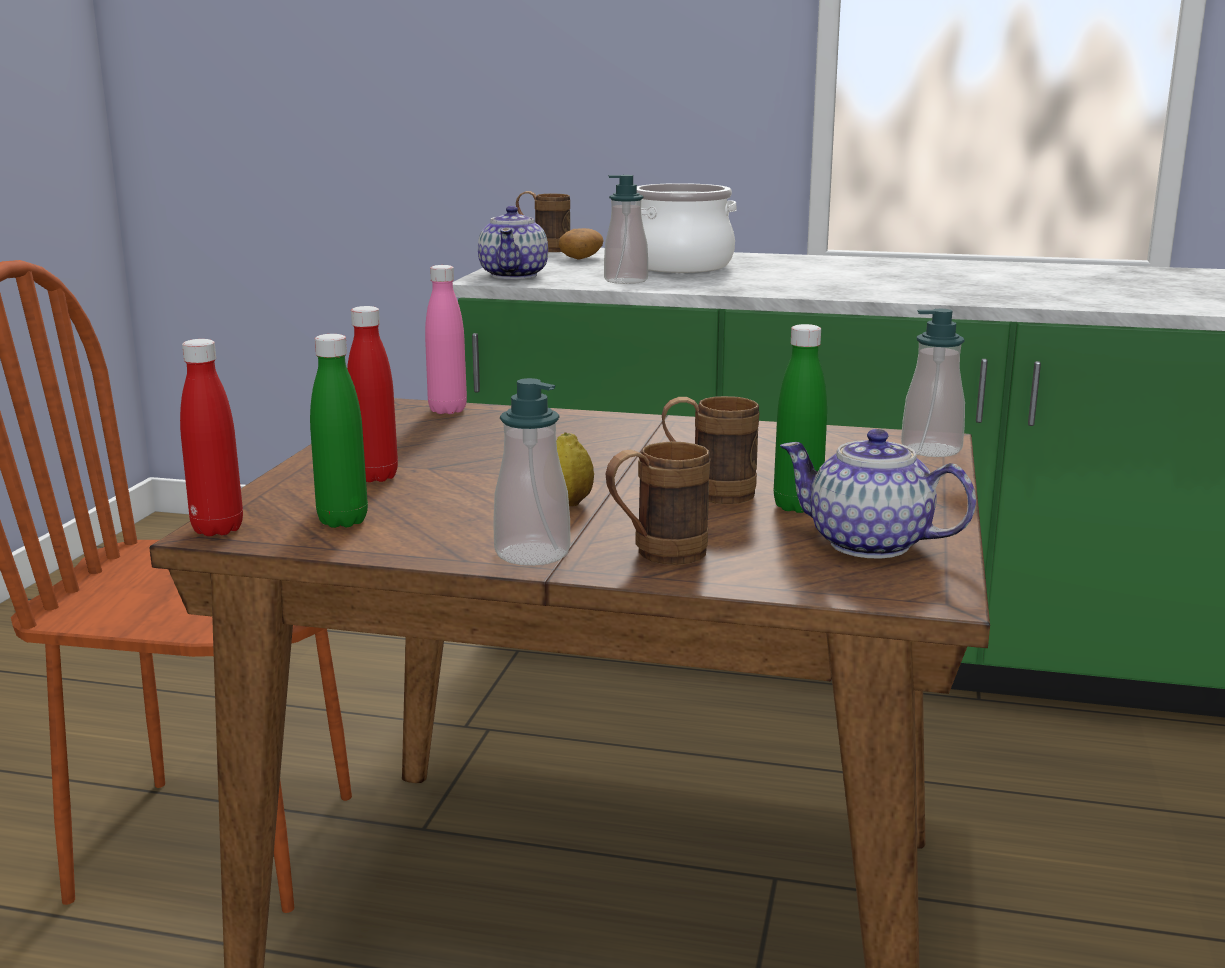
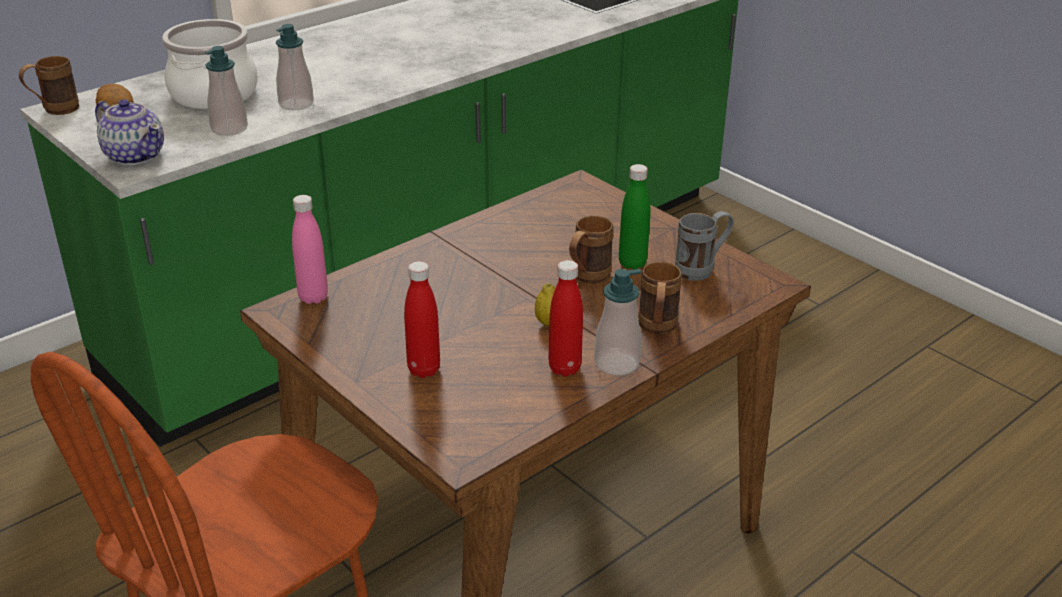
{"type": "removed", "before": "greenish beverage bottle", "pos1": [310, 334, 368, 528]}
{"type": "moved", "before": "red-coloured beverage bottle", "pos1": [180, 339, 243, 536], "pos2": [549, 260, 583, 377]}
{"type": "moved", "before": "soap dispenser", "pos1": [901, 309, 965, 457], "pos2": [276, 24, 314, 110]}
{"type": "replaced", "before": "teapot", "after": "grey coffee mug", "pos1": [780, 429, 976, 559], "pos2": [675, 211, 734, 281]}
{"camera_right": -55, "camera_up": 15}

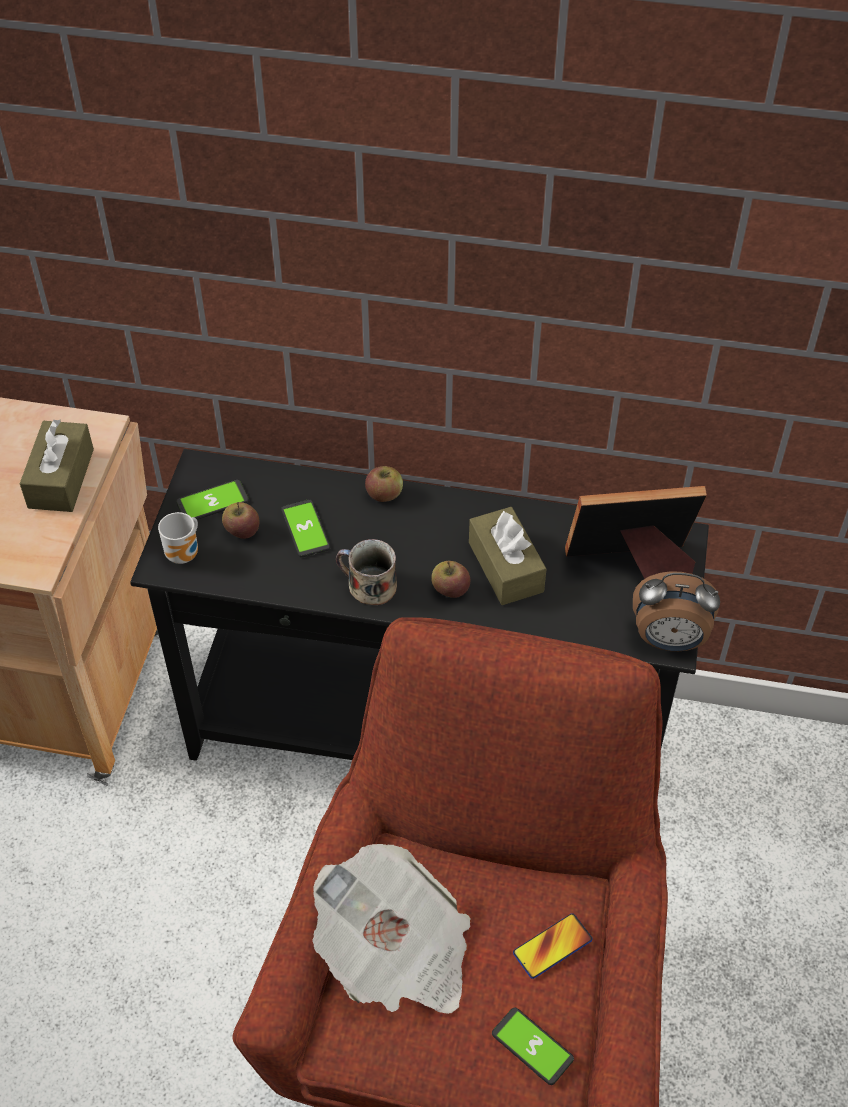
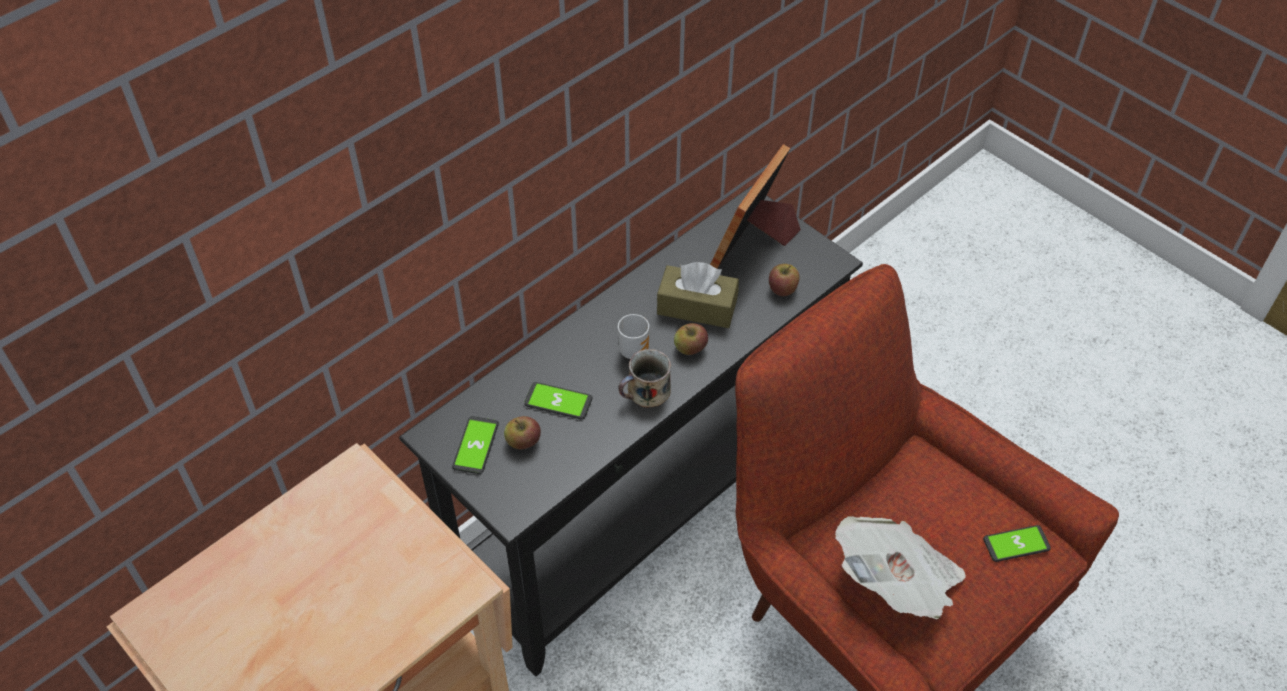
{"type": "removed", "before": "brown-coloured box of tissues", "pos1": [20, 419, 94, 512]}
{"type": "removed", "before": "handset", "pos1": [513, 913, 592, 979]}
{"type": "removed", "before": "alarm clock", "pos1": [633, 571, 720, 651]}
{"type": "moved", "before": "coffee mug", "pos1": [158, 512, 198, 564], "pos2": [618, 314, 649, 359]}
{"type": "moved", "before": "apple fruit", "pos1": [365, 466, 403, 502], "pos2": [769, 264, 800, 296]}
{"camera_right": -55, "camera_up": 0}

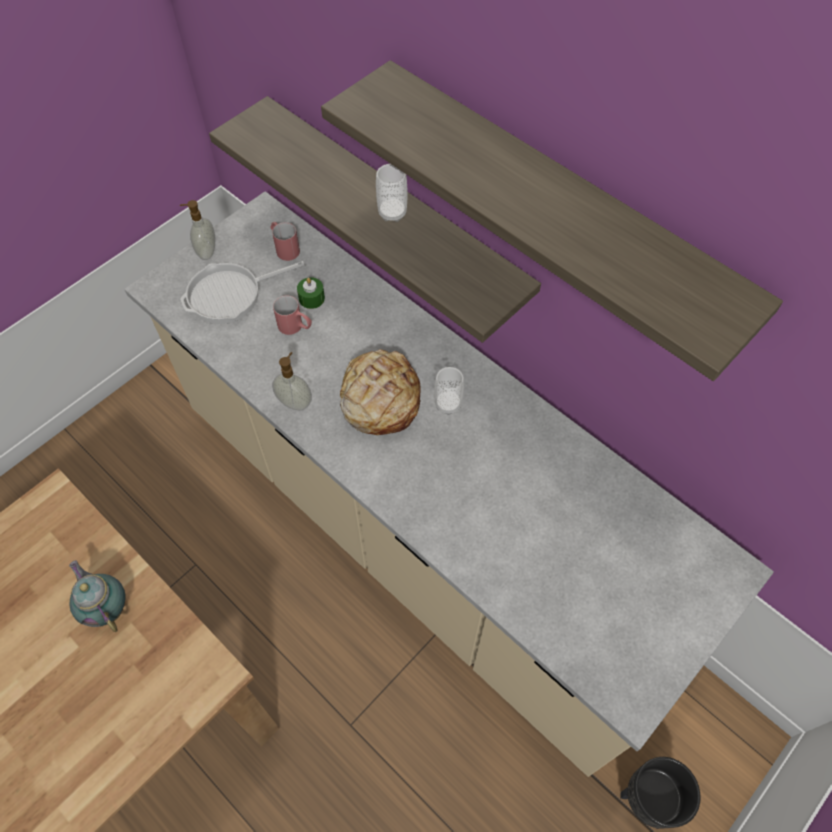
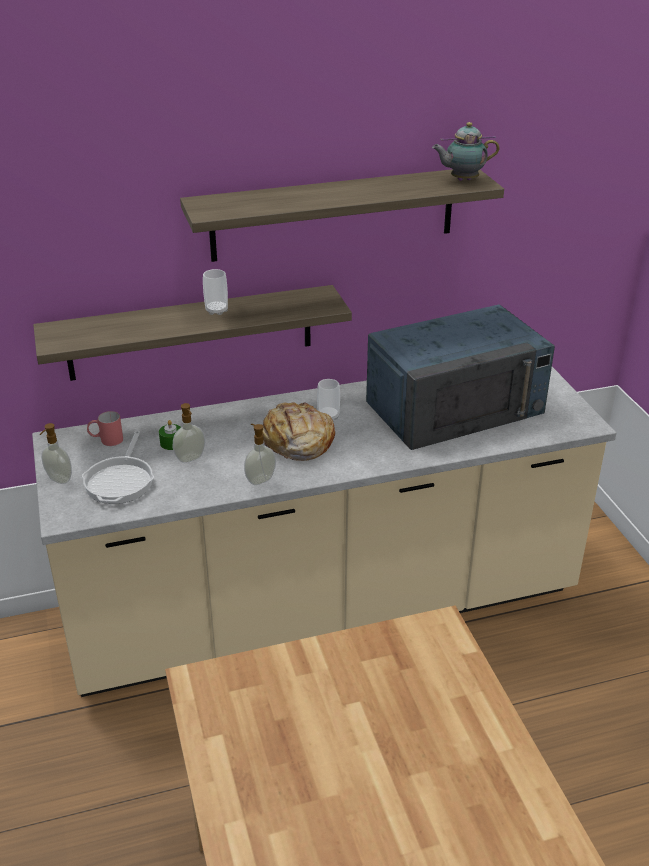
{"type": "removed", "before": "black planter", "pos1": [620, 757, 701, 829]}
{"type": "added", "after": "bluish microwave oven", "pos2": [366, 304, 555, 450]}
{"type": "moved", "before": "teapot", "pos1": [69, 560, 125, 632], "pos2": [432, 122, 499, 181]}
{"type": "replaced", "before": "red-coloured coffee mug", "after": "soap dispenser", "pos1": [273, 295, 312, 335], "pos2": [173, 403, 205, 463]}
{"camera_right": -60, "camera_up": -25}

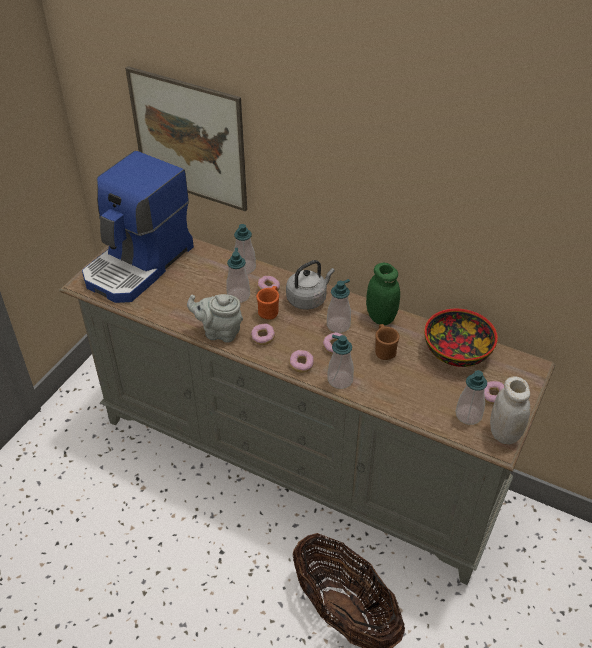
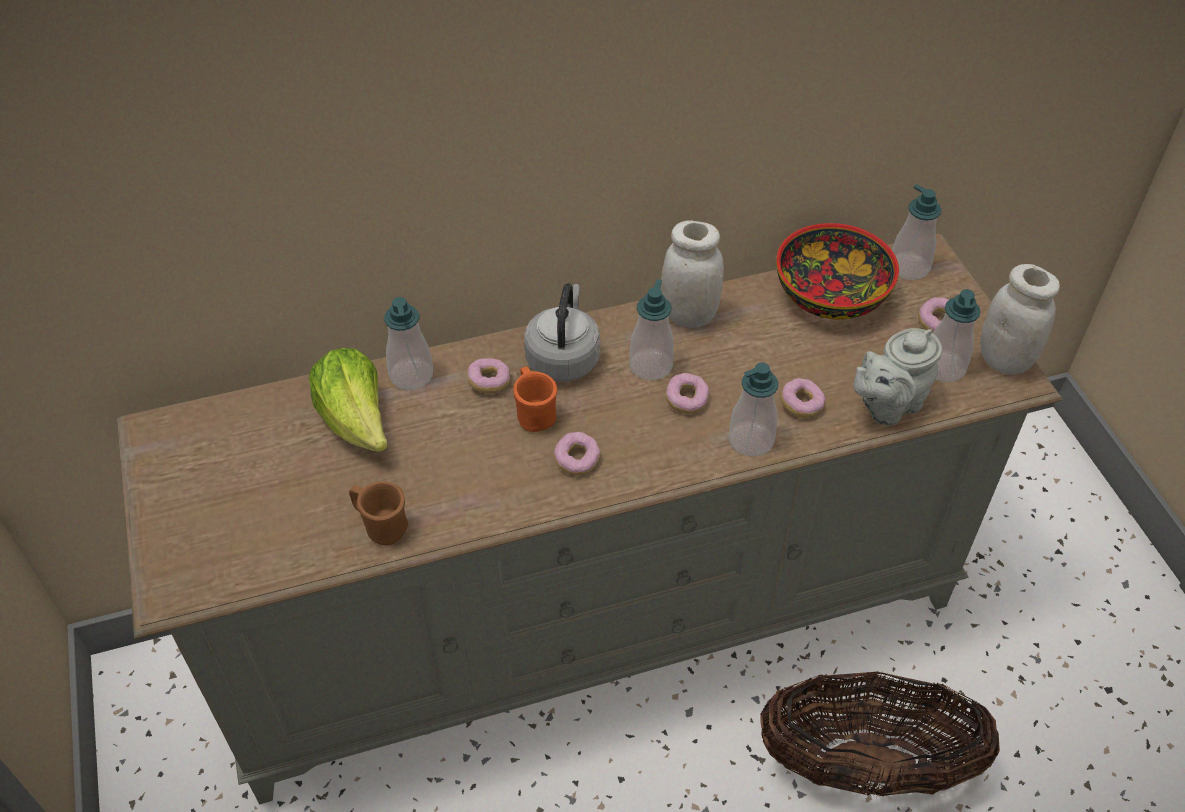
{"type": "removed", "before": "coffee machine", "pos1": [82, 151, 194, 303]}
{"type": "removed", "before": "picture", "pos1": [125, 66, 247, 211]}
{"type": "added", "after": "head of lettuce", "pos2": [309, 348, 388, 452]}
{"type": "moved", "before": "grey teapot", "pos1": [187, 294, 243, 343], "pos2": [853, 328, 942, 425]}
{"type": "moved", "before": "soap dispenser", "pos1": [226, 248, 250, 303], "pos2": [892, 184, 941, 280]}
{"type": "moved", "before": "ring doughnut", "pos1": [289, 350, 314, 373], "pos2": [780, 378, 825, 418]}
{"type": "moved", "before": "brown-coloured coffee mug", "pos1": [375, 324, 400, 360], "pos2": [349, 481, 408, 545]}
{"type": "recoloured", "before": "greenish storage jar", "after": "white-coloured storage jar", "pos1": [366, 263, 400, 325], "pos2": [661, 220, 724, 328]}
{"camera_right": -45, "camera_up": 5}

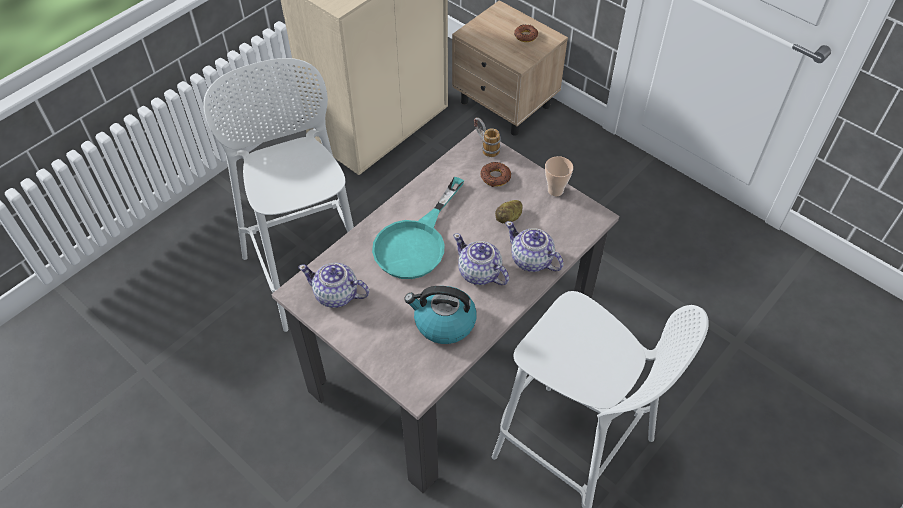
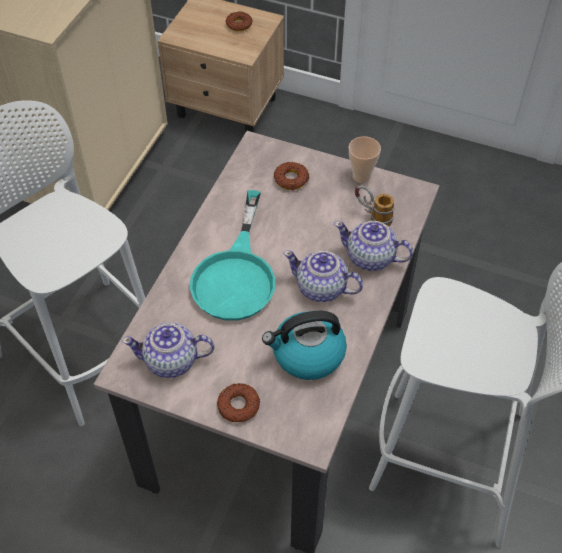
{"type": "removed", "before": "potato", "pos1": [495, 200, 522, 223]}
{"type": "added", "after": "ring doughnut", "pos2": [217, 383, 260, 422]}
{"type": "moved", "before": "coffee mug", "pos1": [474, 118, 501, 157], "pos2": [355, 185, 395, 226]}
{"camera_right": -20, "camera_up": 0}

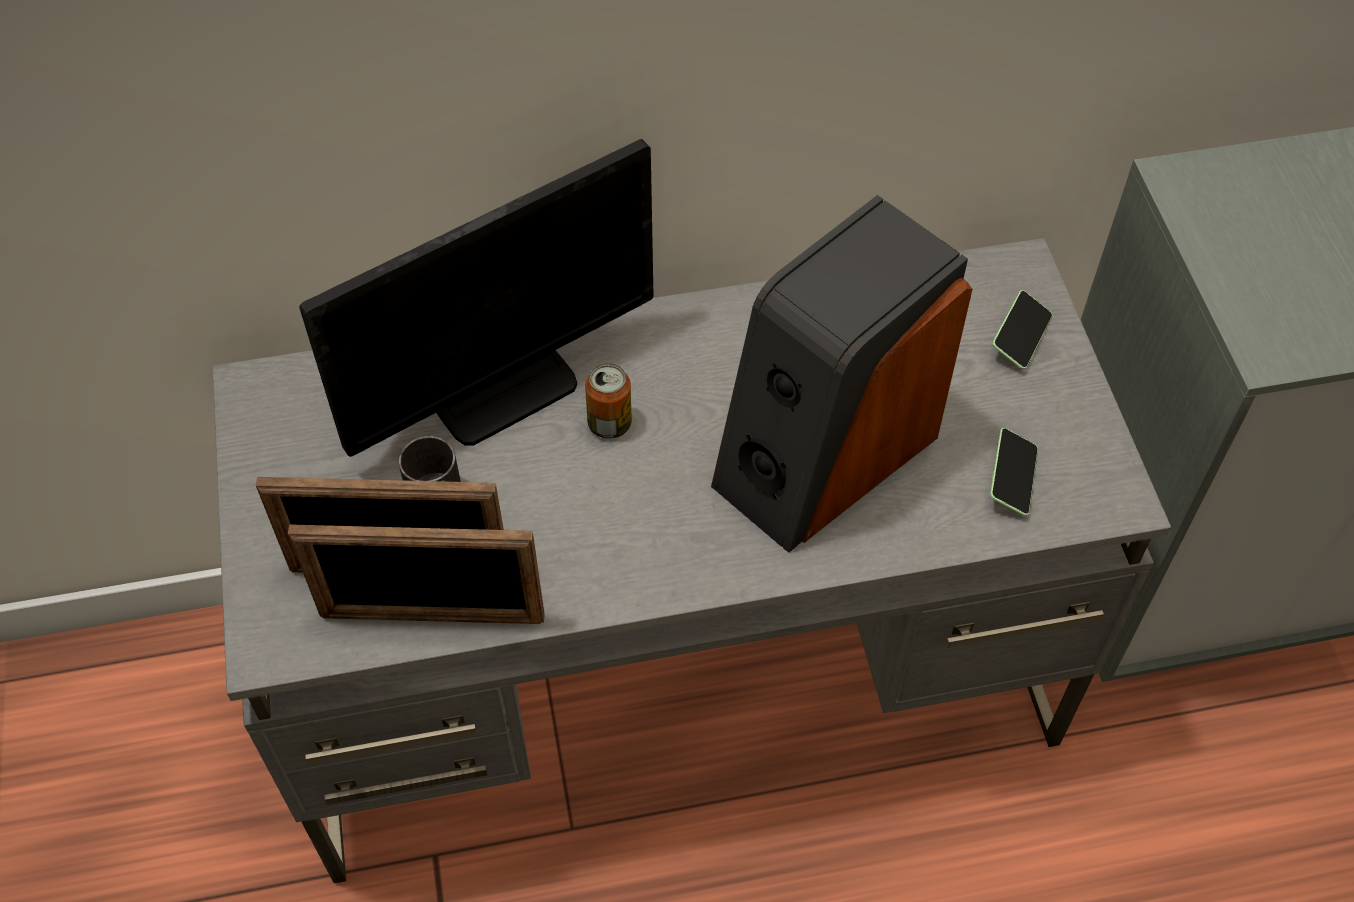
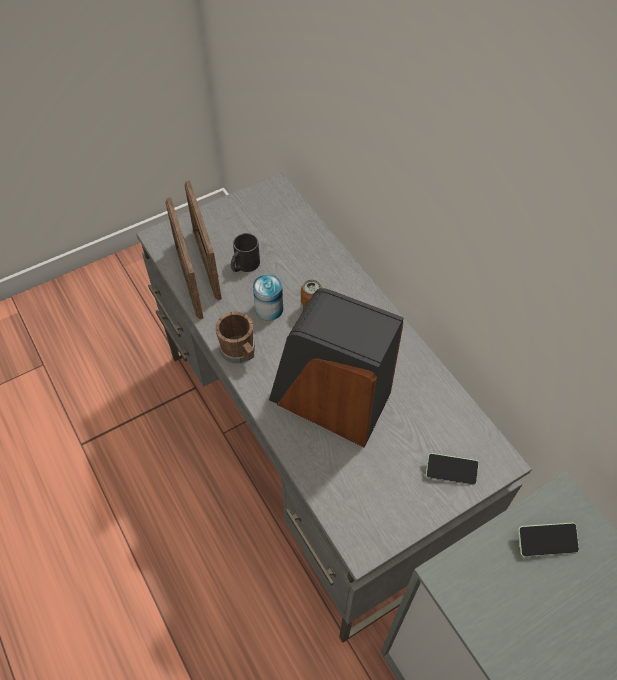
{"type": "removed", "before": "monitor", "pos1": [299, 139, 653, 457]}
{"type": "added", "after": "brown-coloured coffee mug", "pos2": [215, 312, 255, 364]}
{"type": "added", "after": "can", "pos2": [253, 274, 283, 321]}
{"type": "moved", "before": "handset", "pos1": [990, 428, 1038, 516], "pos2": [518, 522, 579, 557]}
{"camera_right": 70, "camera_up": 0}

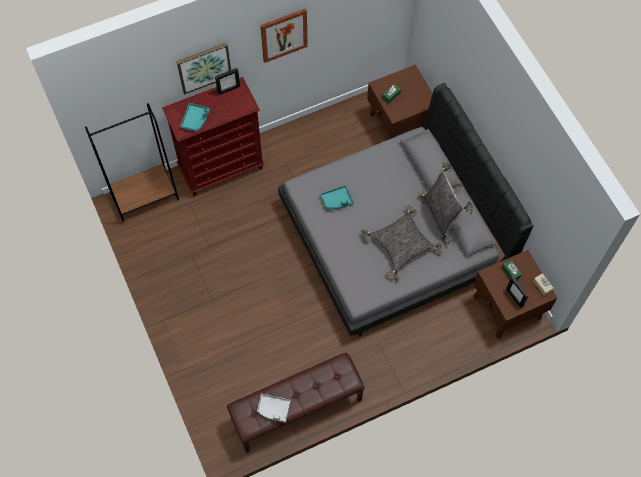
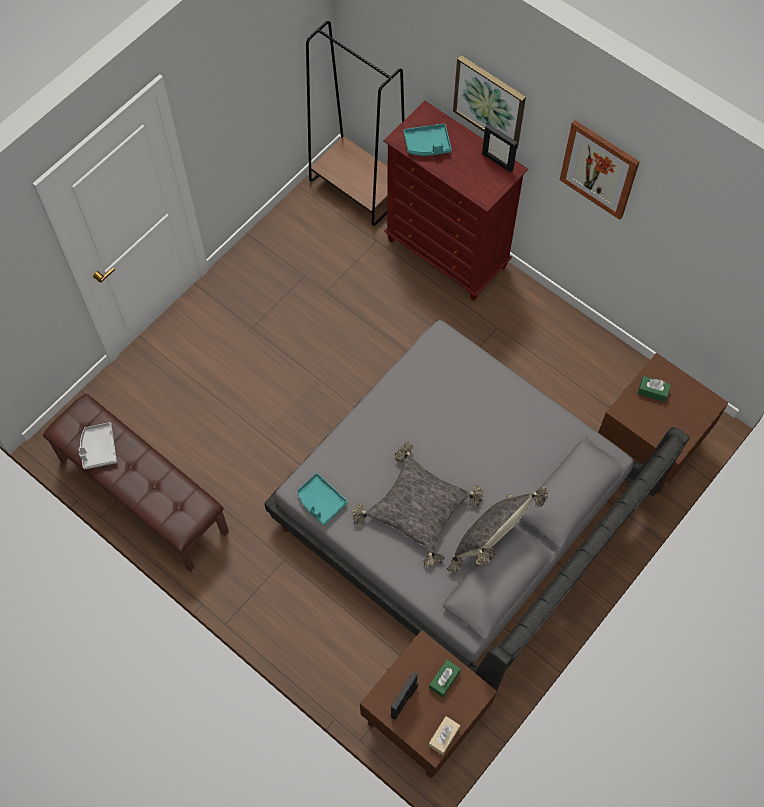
{"type": "moved", "before": "turquoise serving tray", "pos1": [320, 185, 354, 209], "pos2": [297, 473, 348, 526]}
{"camera_right": 65, "camera_up": 0}

